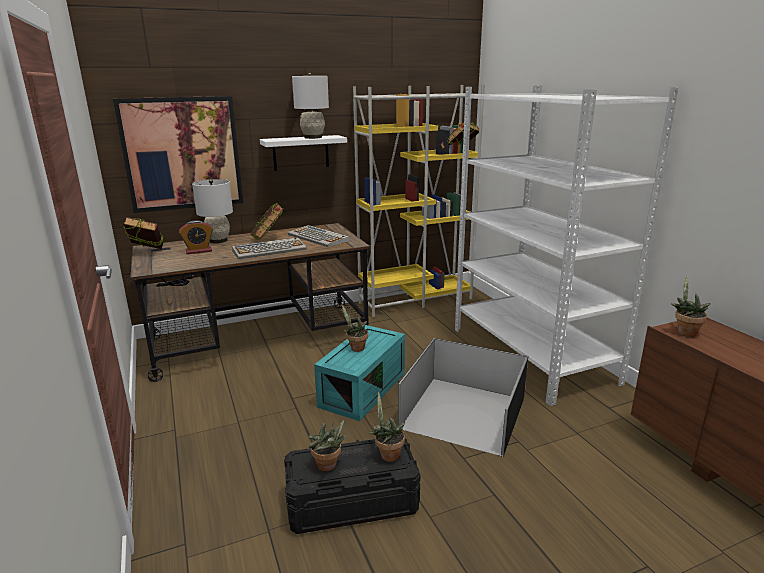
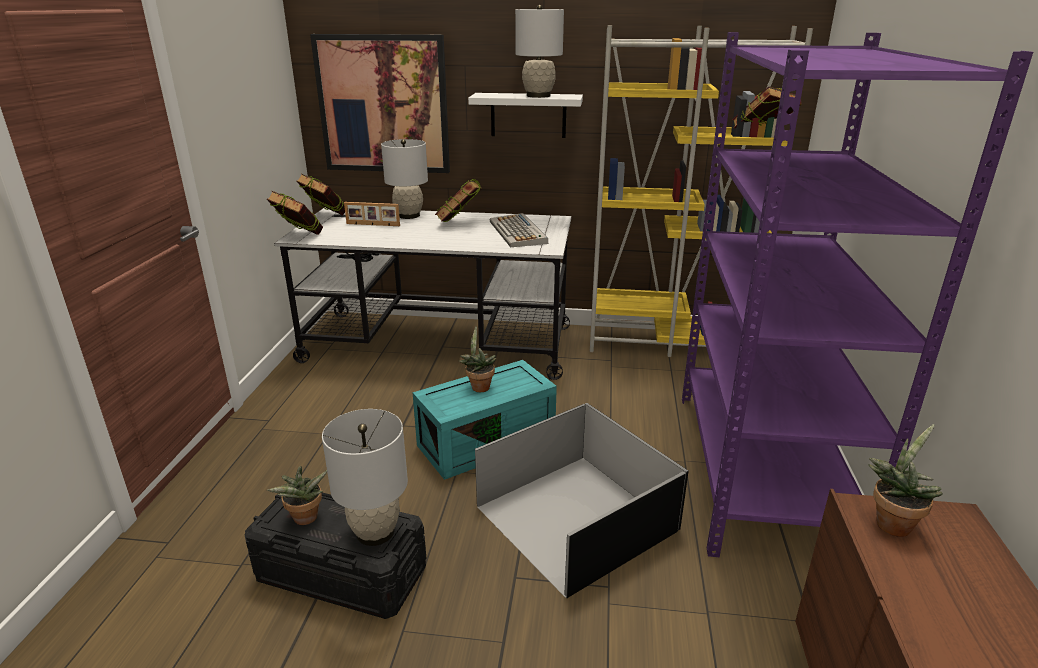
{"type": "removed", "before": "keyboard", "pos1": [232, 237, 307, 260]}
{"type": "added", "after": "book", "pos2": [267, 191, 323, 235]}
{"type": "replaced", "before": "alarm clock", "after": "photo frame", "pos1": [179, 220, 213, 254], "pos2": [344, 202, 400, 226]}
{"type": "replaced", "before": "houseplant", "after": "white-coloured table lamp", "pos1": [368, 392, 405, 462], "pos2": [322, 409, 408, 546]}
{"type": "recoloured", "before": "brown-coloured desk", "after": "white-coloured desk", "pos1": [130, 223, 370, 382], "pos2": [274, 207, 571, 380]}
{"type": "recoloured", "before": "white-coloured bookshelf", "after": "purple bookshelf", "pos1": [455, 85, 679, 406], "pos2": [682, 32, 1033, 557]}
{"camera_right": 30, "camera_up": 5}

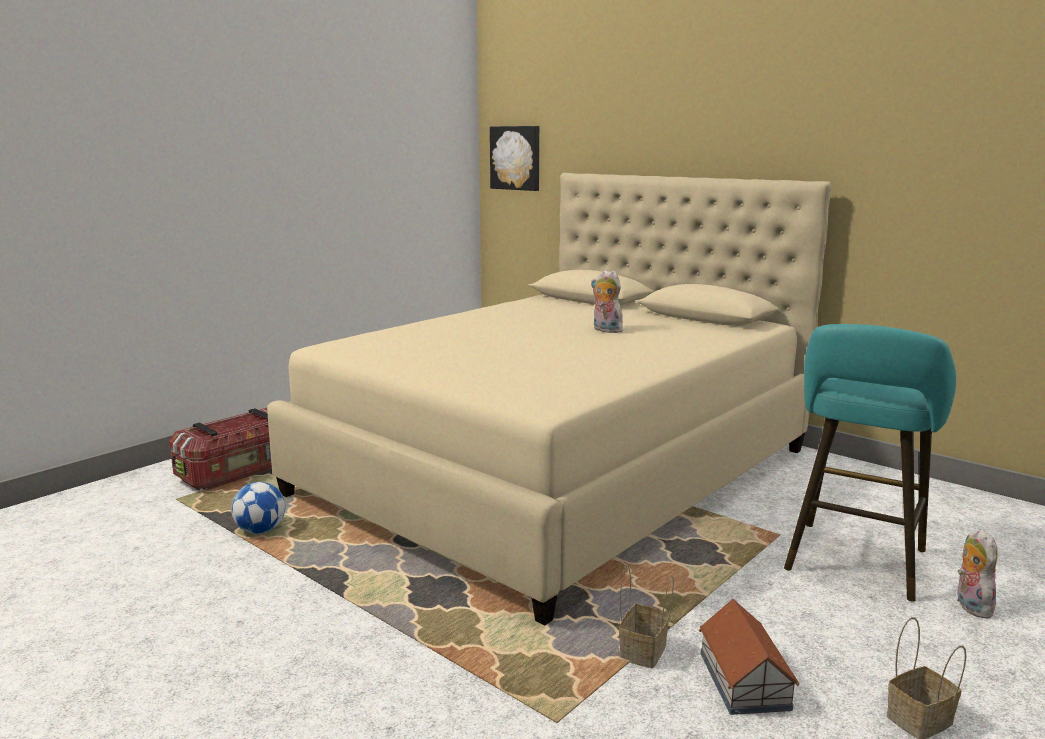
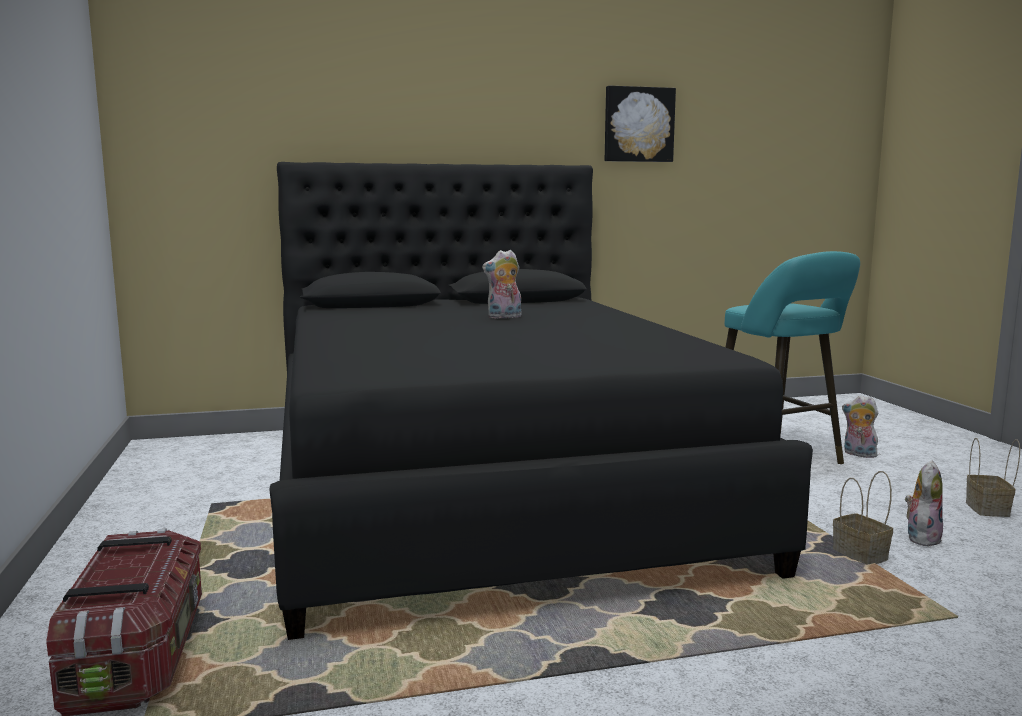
{"type": "removed", "before": "ball for football", "pos1": [231, 482, 285, 534]}
{"type": "moved", "before": "picture", "pos1": [490, 126, 539, 191], "pos2": [605, 86, 676, 162]}
{"type": "replaced", "before": "toy house", "after": "plush toy", "pos1": [699, 599, 799, 715], "pos2": [905, 460, 943, 546]}
{"type": "recoloured", "before": "beige-coloured sleeping bed", "after": "black sleeping bed", "pos1": [267, 173, 831, 625], "pos2": [270, 162, 813, 640]}
{"camera_right": -55, "camera_up": -5}

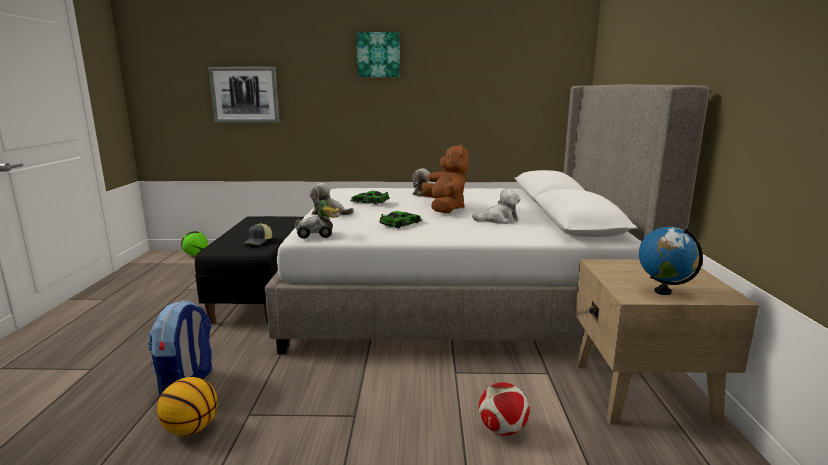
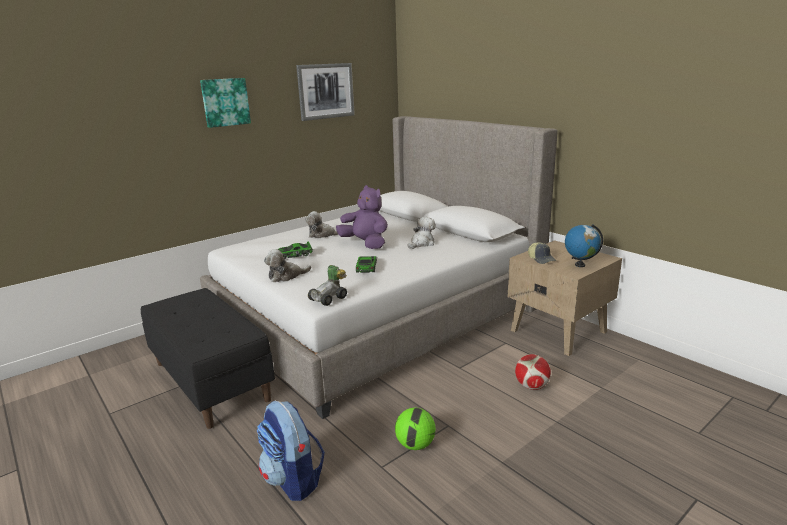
{"type": "removed", "before": "ball for basketball", "pos1": [157, 377, 218, 436]}
{"type": "moved", "before": "ball for football", "pos1": [181, 231, 208, 256], "pos2": [395, 408, 436, 450]}
{"type": "moved", "before": "picture", "pos1": [208, 67, 280, 123], "pos2": [296, 63, 355, 121]}
{"type": "moved", "before": "cap", "pos1": [243, 223, 272, 245], "pos2": [528, 242, 556, 264]}
{"type": "recoloured", "before": "brown-coloured plush toy", "after": "purple plush toy", "pos1": [422, 144, 469, 213], "pos2": [336, 185, 388, 249]}
{"camera_right": -40, "camera_up": 5}

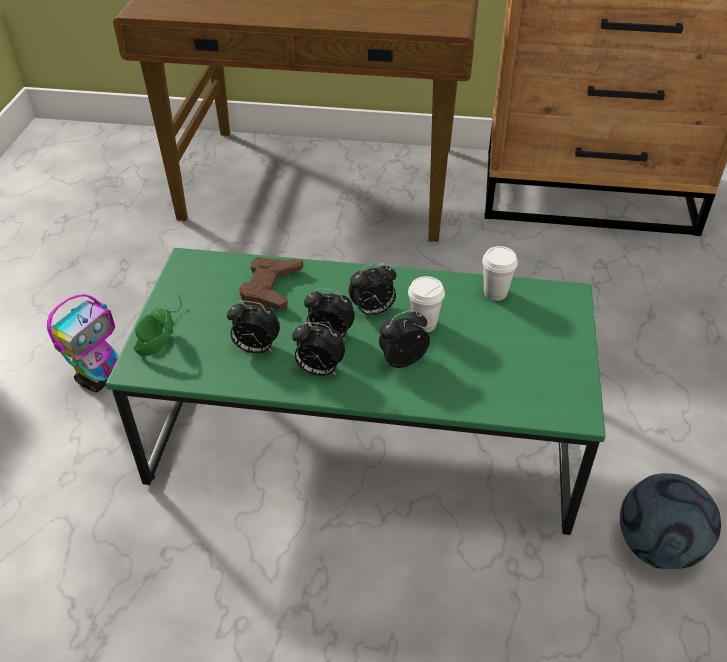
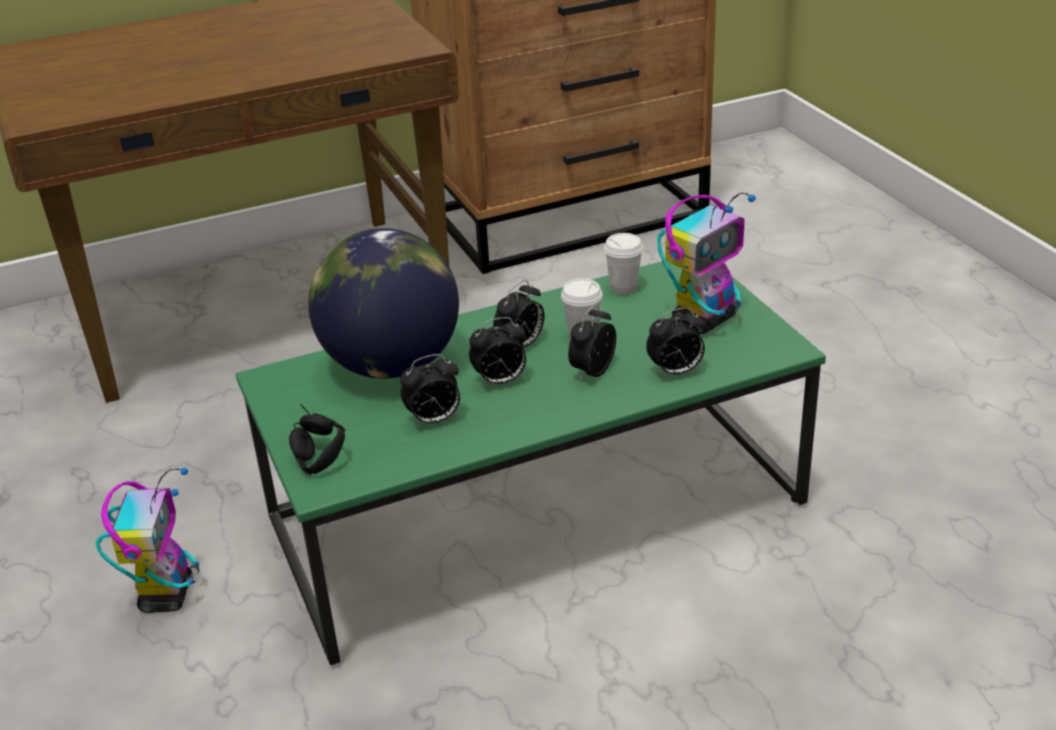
{"type": "removed", "before": "ball for football", "pos1": [620, 473, 721, 569]}
{"type": "added", "after": "toy robot", "pos2": [657, 193, 756, 334]}
{"type": "moved", "before": "alarm clock", "pos1": [292, 322, 345, 376], "pos2": [646, 307, 705, 377]}
{"type": "replaced", "before": "brown-coloured game controller", "after": "desk globe", "pos1": [239, 257, 303, 310], "pos2": [308, 228, 459, 379]}
{"type": "recoloured", "before": "greenish pair of headphones", "after": "black pair of headphones", "pos1": [133, 294, 182, 356], "pos2": [289, 404, 345, 475]}
{"camera_right": -30, "camera_up": -10}

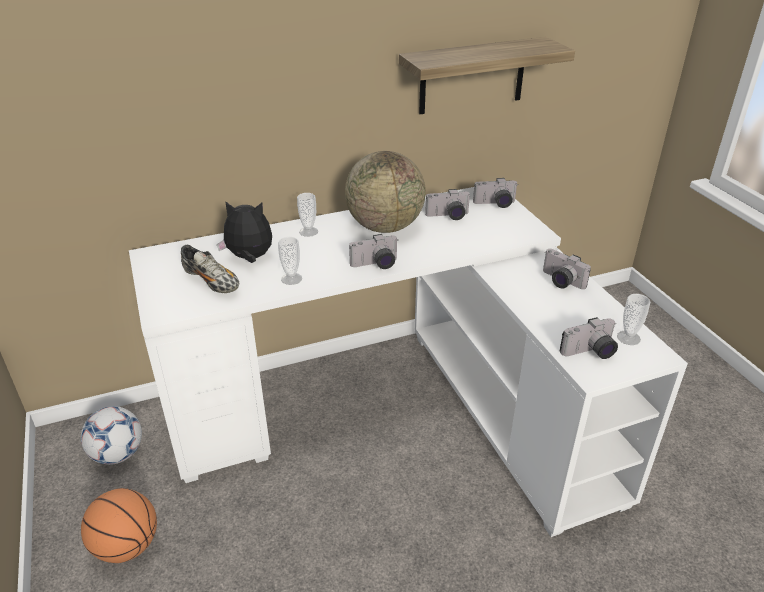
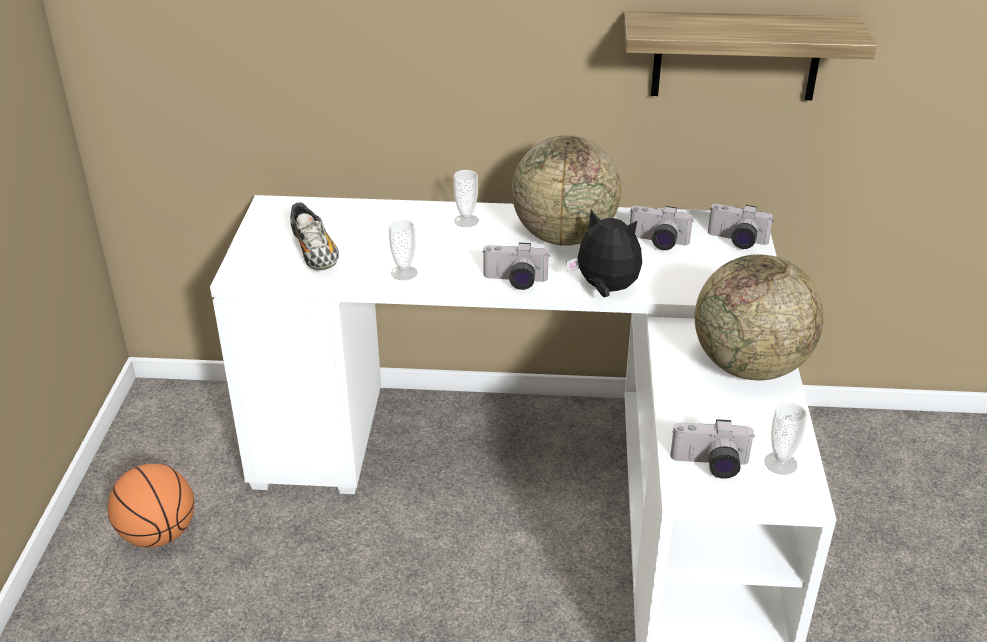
{"type": "removed", "before": "ball for football", "pos1": [81, 406, 142, 465]}
{"type": "moved", "before": "plush toy", "pos1": [217, 201, 272, 263], "pos2": [566, 209, 642, 297]}
{"type": "replaced", "before": "still camera", "after": "desk globe", "pos1": [543, 249, 591, 289], "pos2": [695, 254, 823, 380]}
{"camera_right": 25, "camera_up": 0}

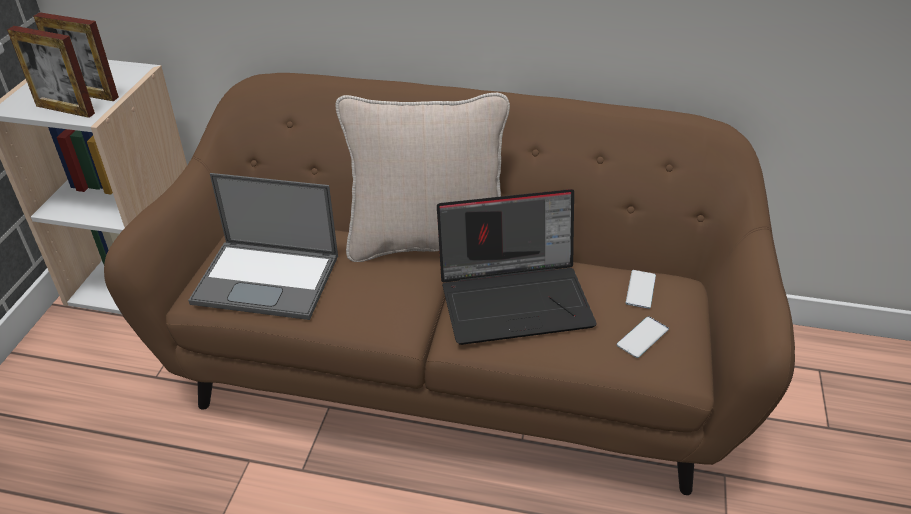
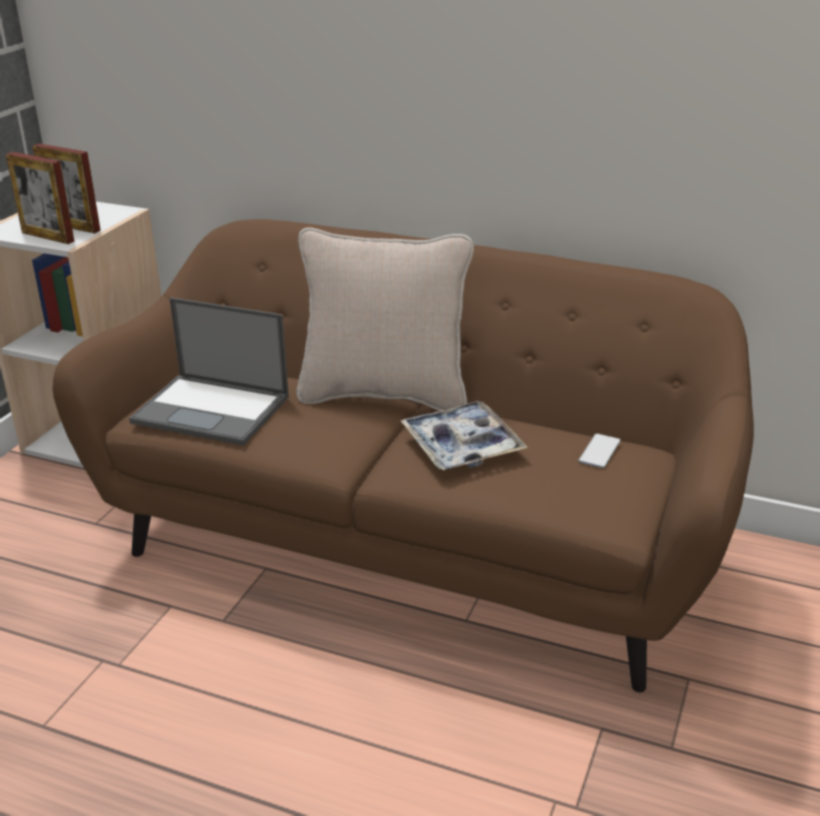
{"type": "removed", "before": "handset", "pos1": [617, 316, 669, 358]}
{"type": "replaced", "before": "notebook computer", "after": "serving tray", "pos1": [437, 189, 597, 345], "pos2": [401, 401, 528, 470]}
{"camera_right": 10, "camera_up": -10}

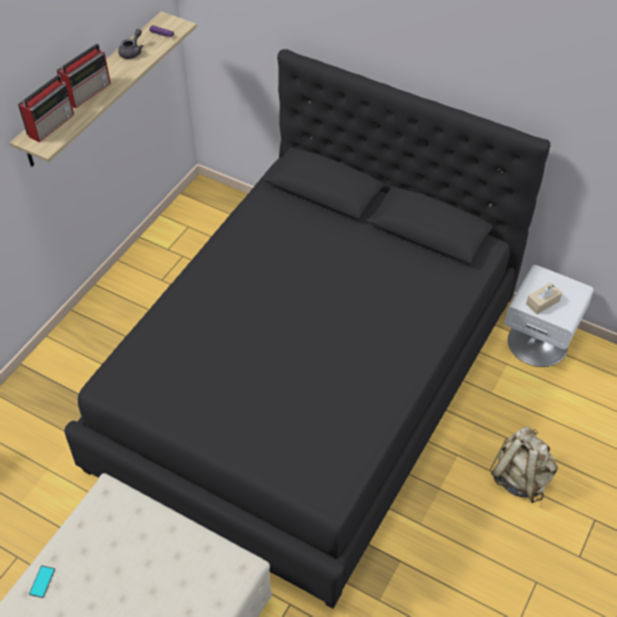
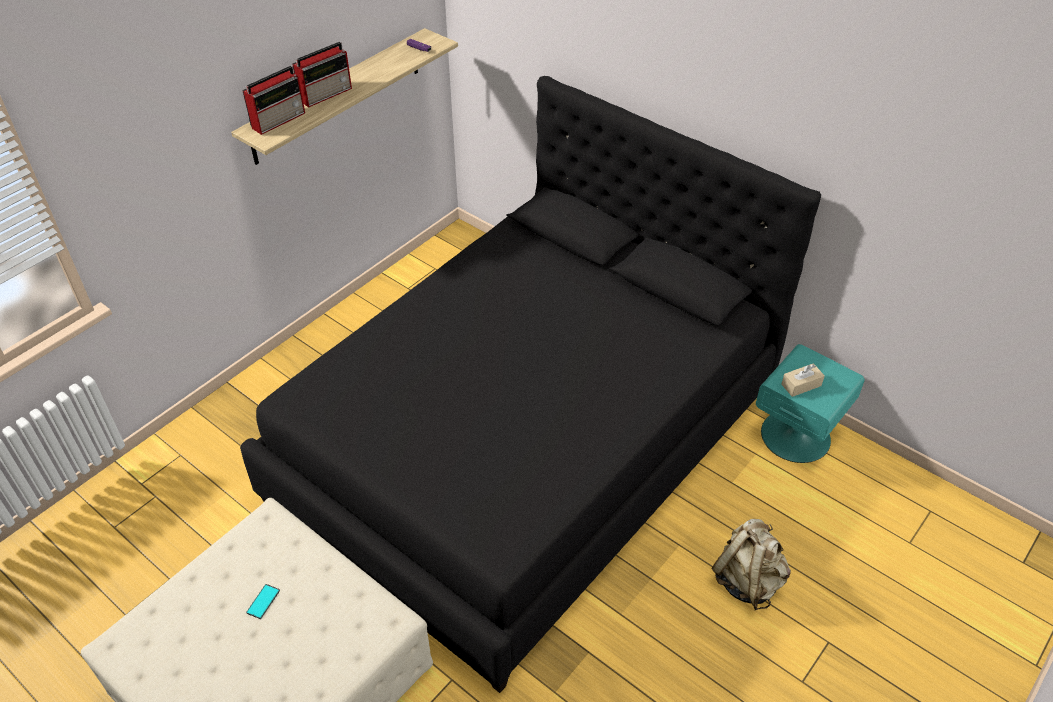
{"type": "removed", "before": "grey teapot", "pos1": [118, 29, 143, 59]}
{"type": "moved", "before": "handset", "pos1": [29, 565, 55, 598], "pos2": [246, 584, 280, 619]}
{"type": "recoloured", "before": "white-coloured bedside table", "after": "turquoise bedside table", "pos1": [504, 265, 594, 367], "pos2": [756, 344, 865, 463]}
{"camera_right": 10, "camera_up": -5}

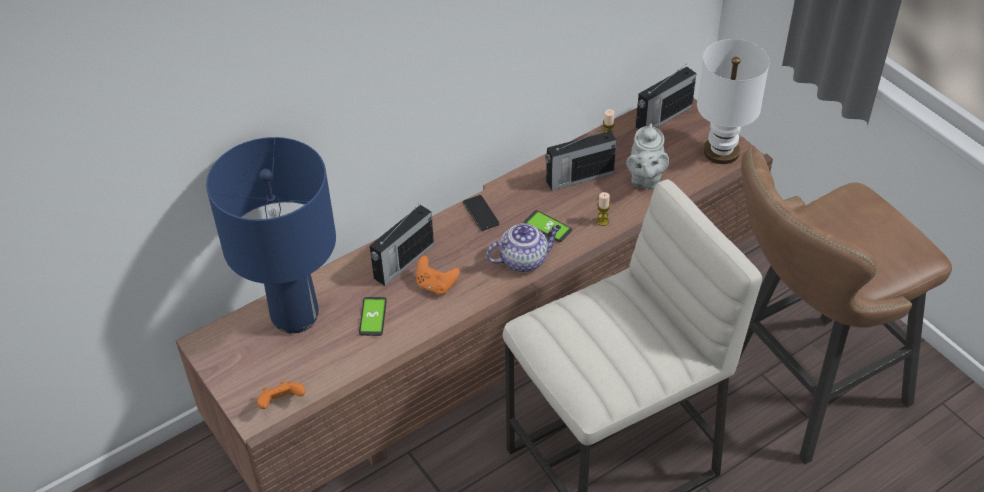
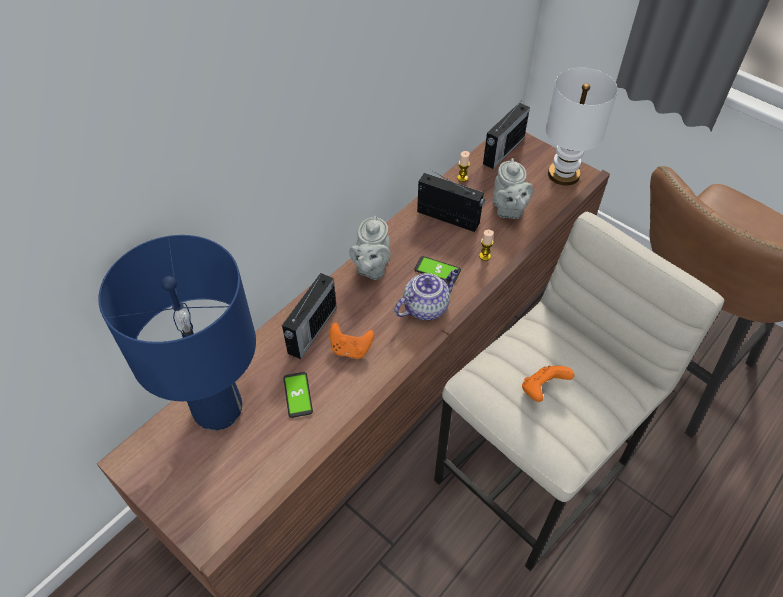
{"type": "moved", "before": "orangey game controller", "pos1": [257, 381, 306, 409], "pos2": [522, 366, 574, 402]}
{"type": "replaced", "before": "handset", "after": "grey teapot", "pos1": [463, 195, 500, 231], "pos2": [349, 216, 391, 280]}
{"type": "turned", "before": "radio set", "pos1": [545, 128, 617, 191], "pos2": [417, 170, 485, 232], "turn": -120}
{"camera_right": -15, "camera_up": 5}

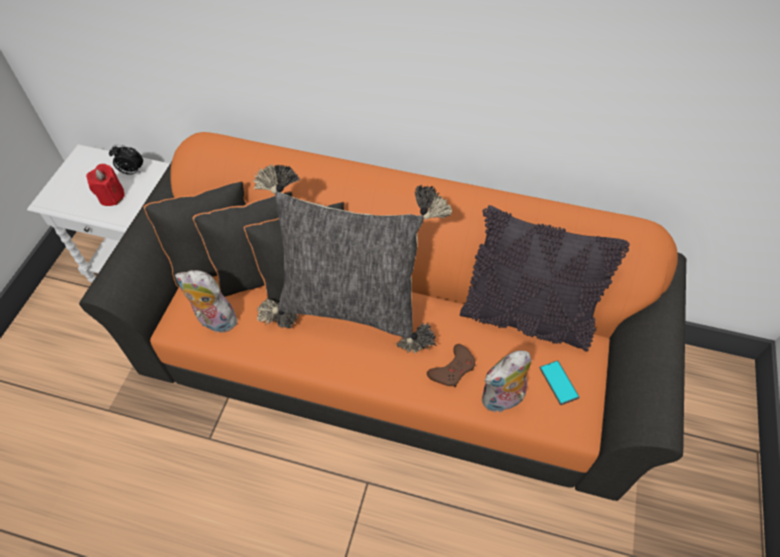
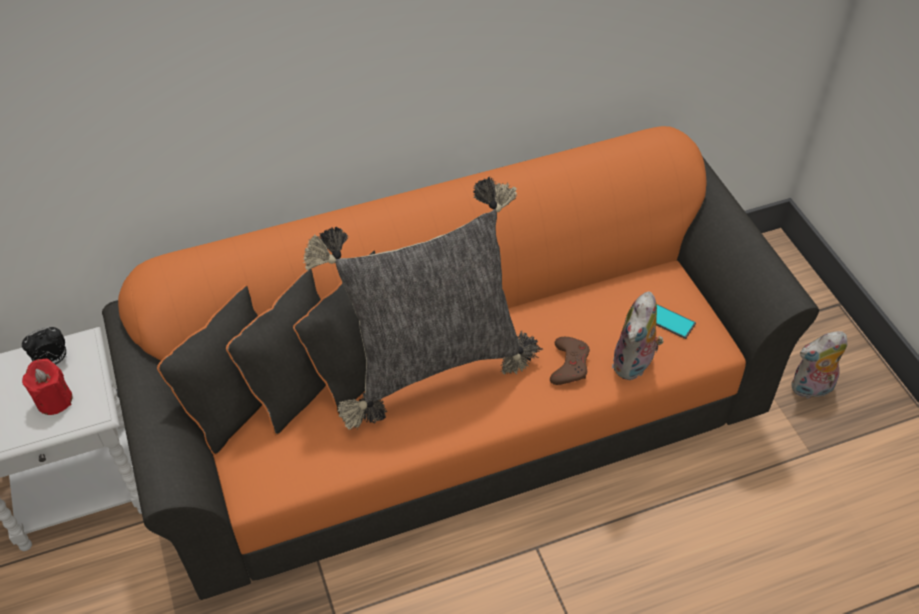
{"type": "removed", "before": "black throw pillow", "pos1": [460, 205, 630, 352]}
{"type": "moved", "before": "plush toy", "pos1": [175, 270, 239, 333], "pos2": [791, 331, 847, 399]}
{"camera_right": -35, "camera_up": -5}

